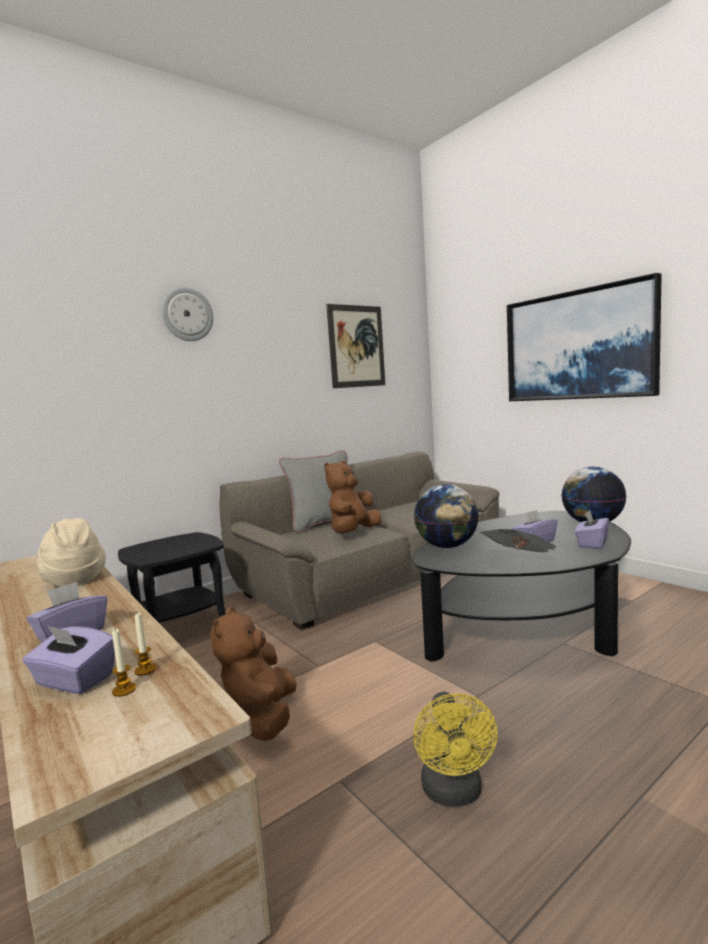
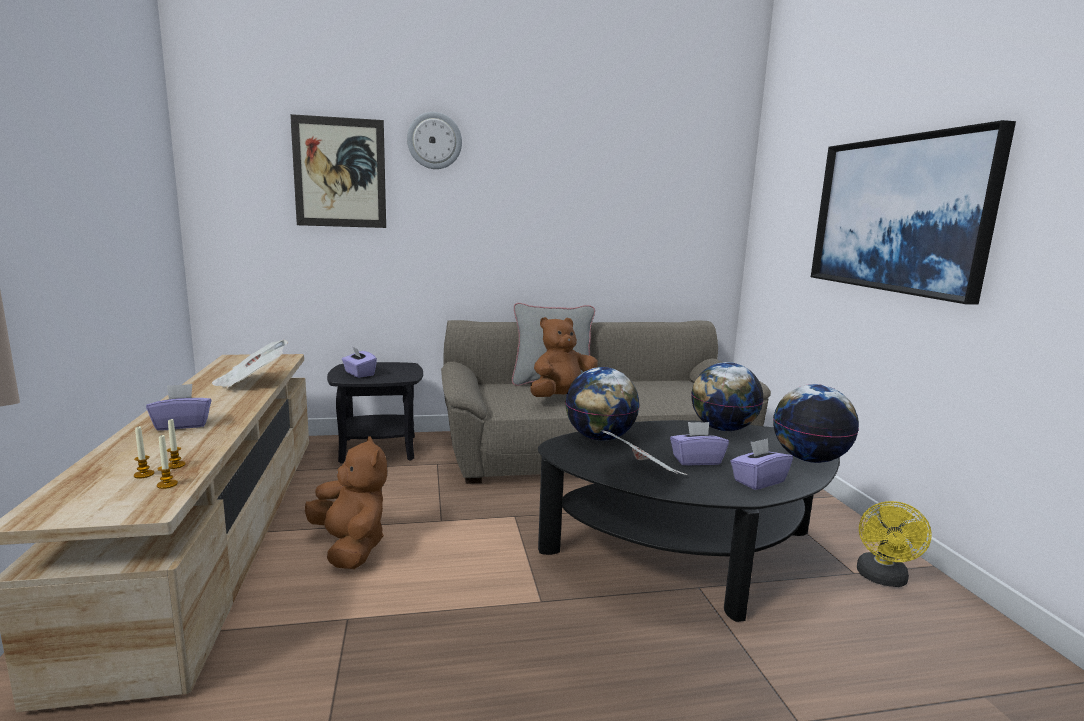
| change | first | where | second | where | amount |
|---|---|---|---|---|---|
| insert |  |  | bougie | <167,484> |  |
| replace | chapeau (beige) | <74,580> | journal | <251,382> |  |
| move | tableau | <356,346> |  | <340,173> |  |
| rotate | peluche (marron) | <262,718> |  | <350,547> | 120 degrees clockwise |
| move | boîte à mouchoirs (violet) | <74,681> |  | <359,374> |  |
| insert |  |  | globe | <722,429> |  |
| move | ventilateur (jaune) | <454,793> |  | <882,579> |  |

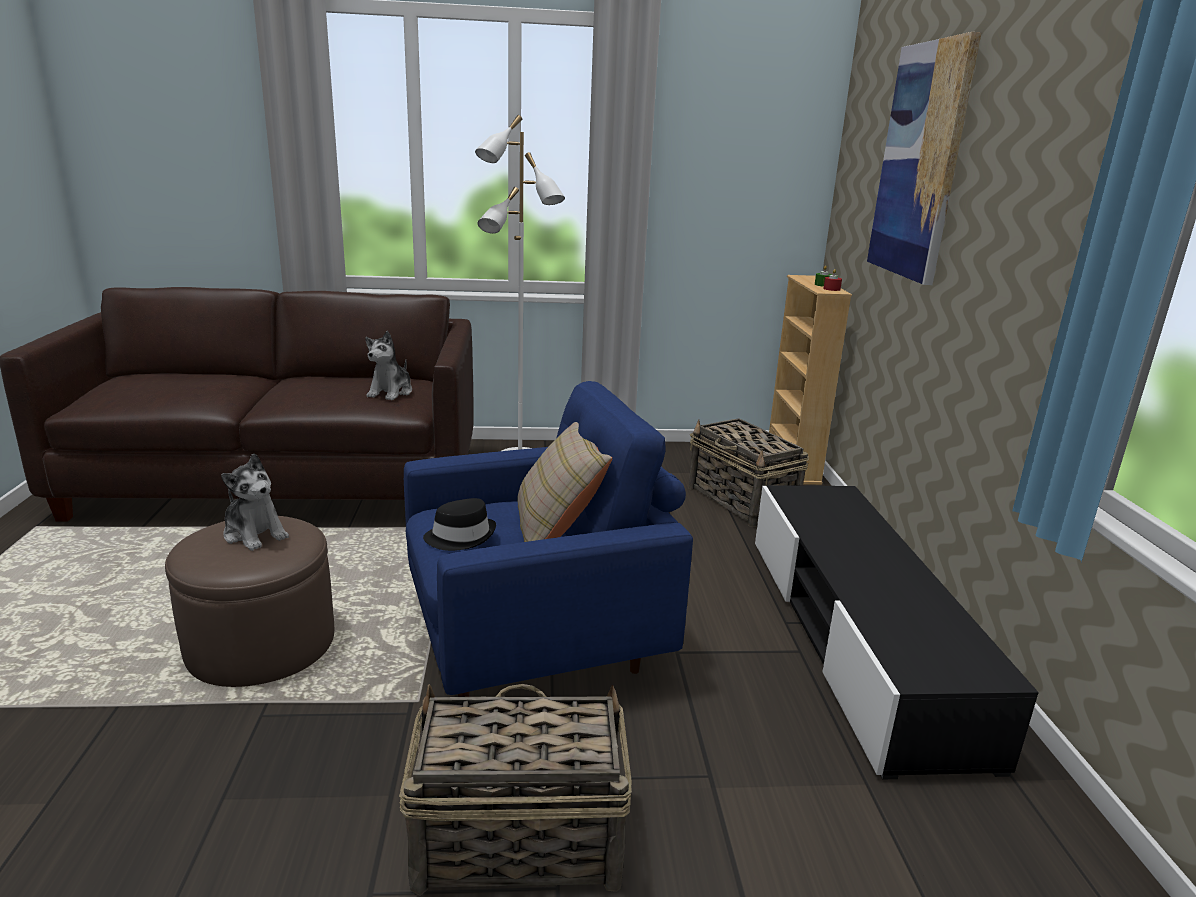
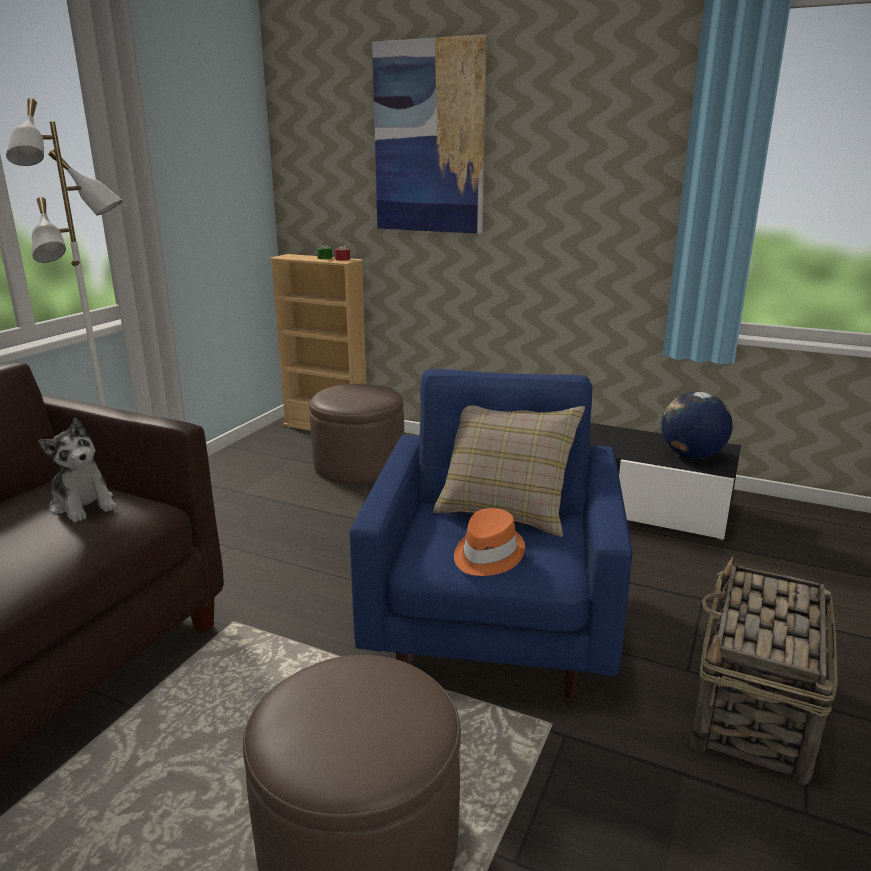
| change | first | where | second | where | amount |
|---|---|---|---|---|---|
| replace | panier | <742,501> | pouf (marron) | <359,464> |  |
| recolor | chapeau (noir) | <461,536> | chapeau (orange) | <487,555> |  |
| insert |  |  | globe | <691,455> |  |
| delete | peluche | <255,534> |  |  |  |

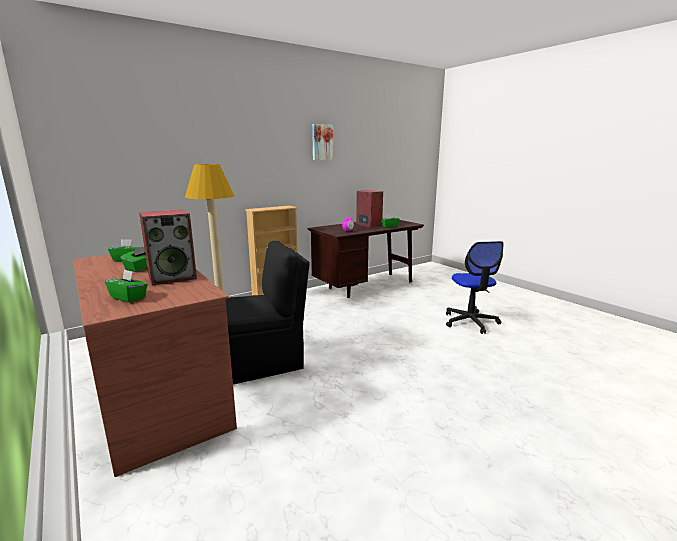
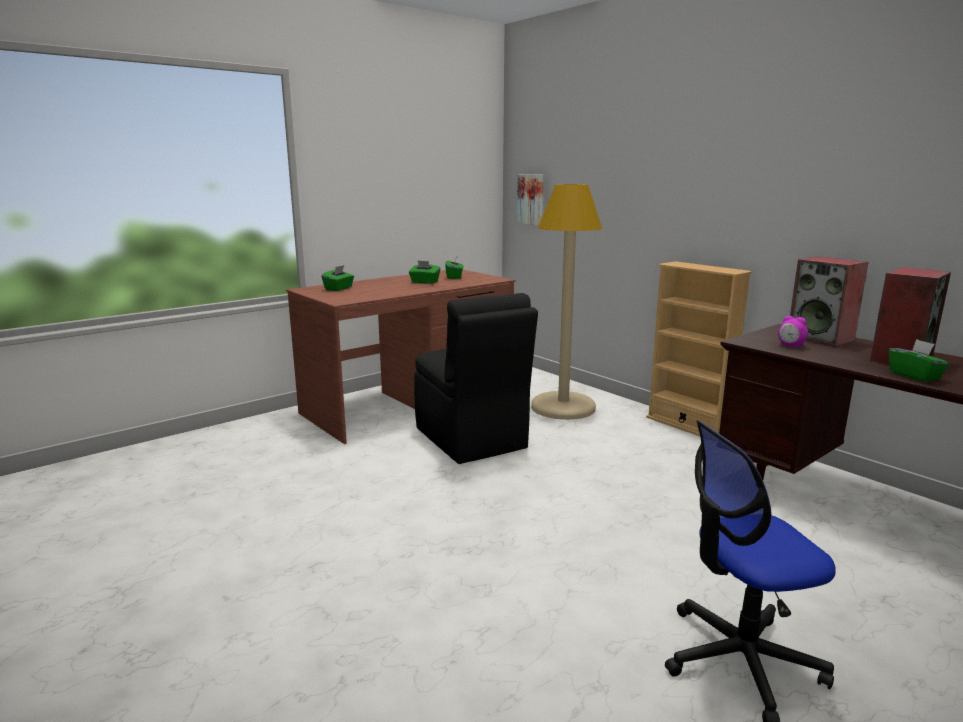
| change | first | where | second | where | amount |
|---|---|---|---|---|---|
| move | tableau | <322,142> |  | <531,199> |  |
| move | enceinte | <173,277> |  | <821,338> |  |

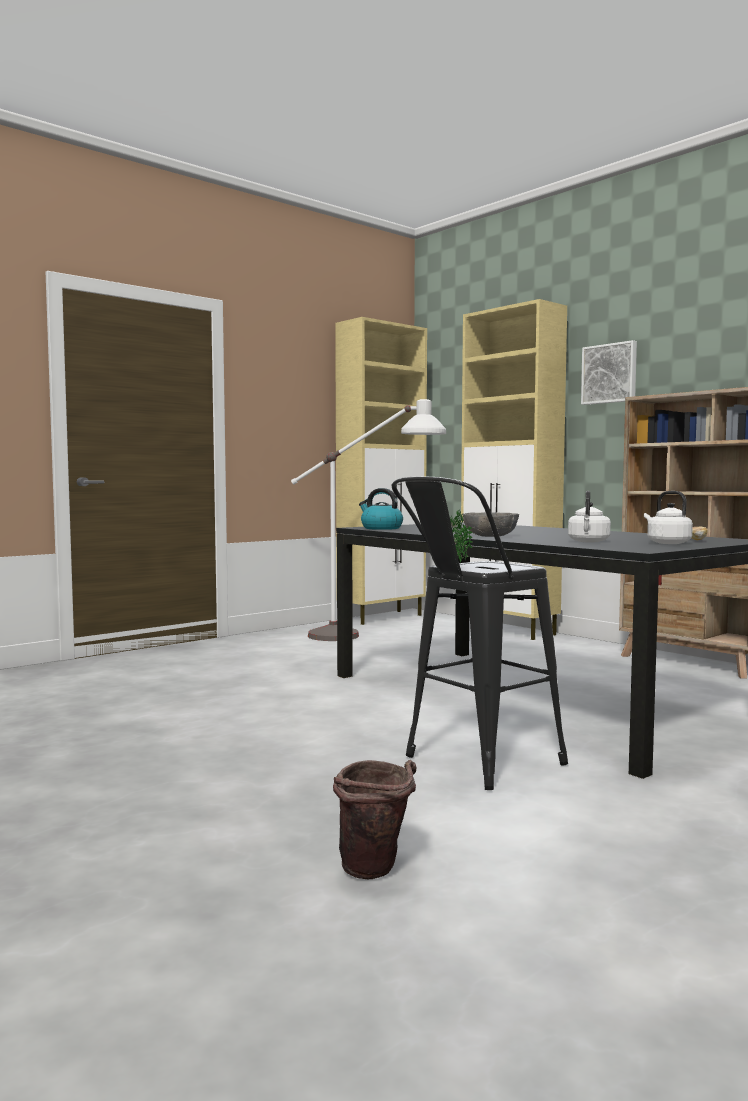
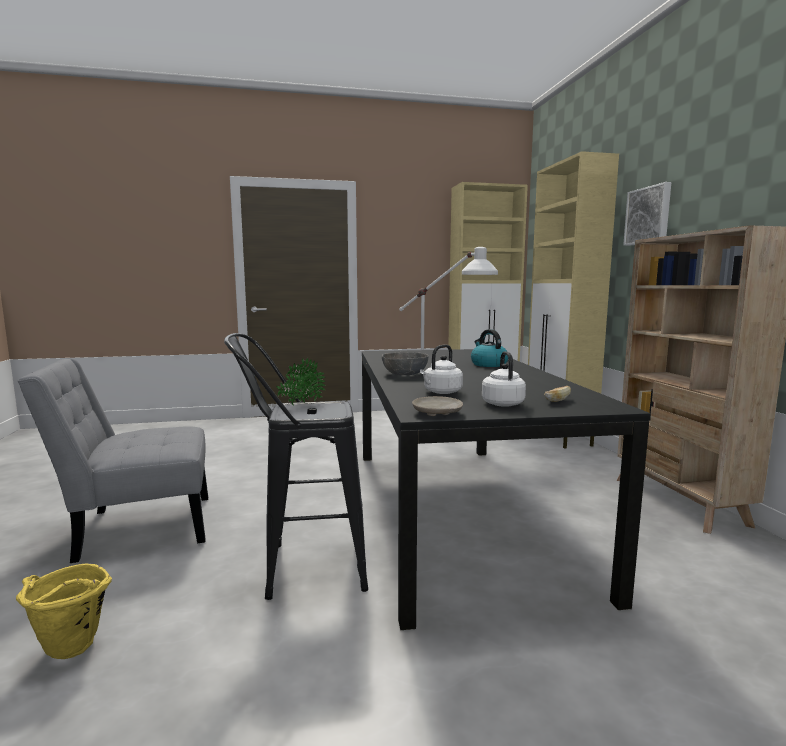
| change | first | where | second | where | amount |
|---|---|---|---|---|---|
| recolor | seau (marron) | <376,871> | seau (jaune) | <70,652> |  |
| insert |  |  | chaise (gris) | <137,528> |  |
| insert |  |  | assiette (beige) | <437,413> |  |
| move | bouilloire | <381,528> |  | <488,364> |  |

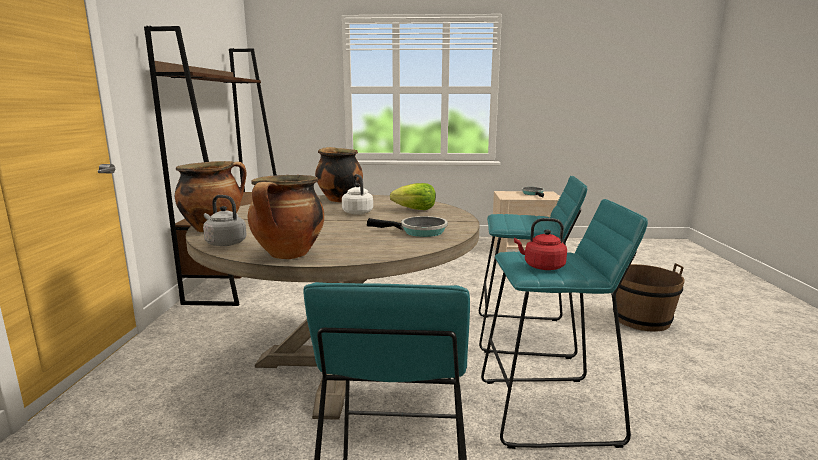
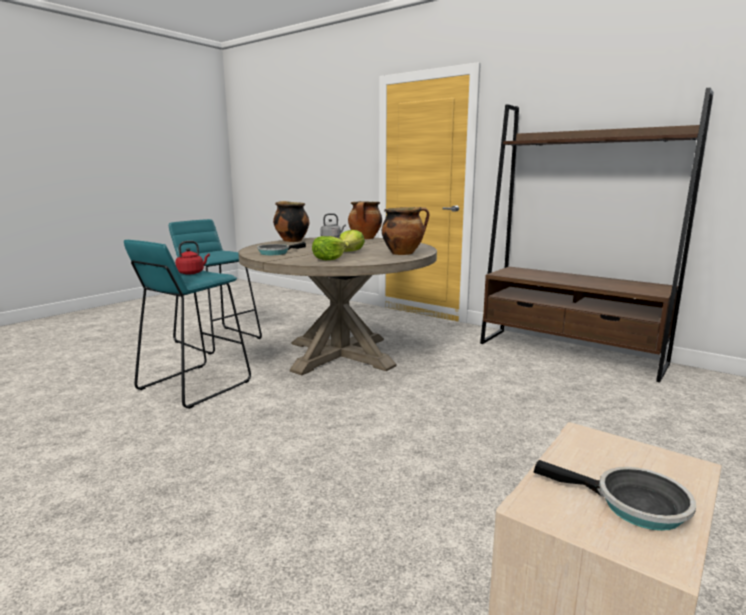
| change | first | where | second | where | amount |
|---|---|---|---|---|---|
| replace | bouilloire (blanc) | <357,212> | laitue | <351,252> |  |
| delete | tabouret (turquoise) | <524,336> |  |  |  |
| delete | seau (marron) | <641,319> |  |  |  |

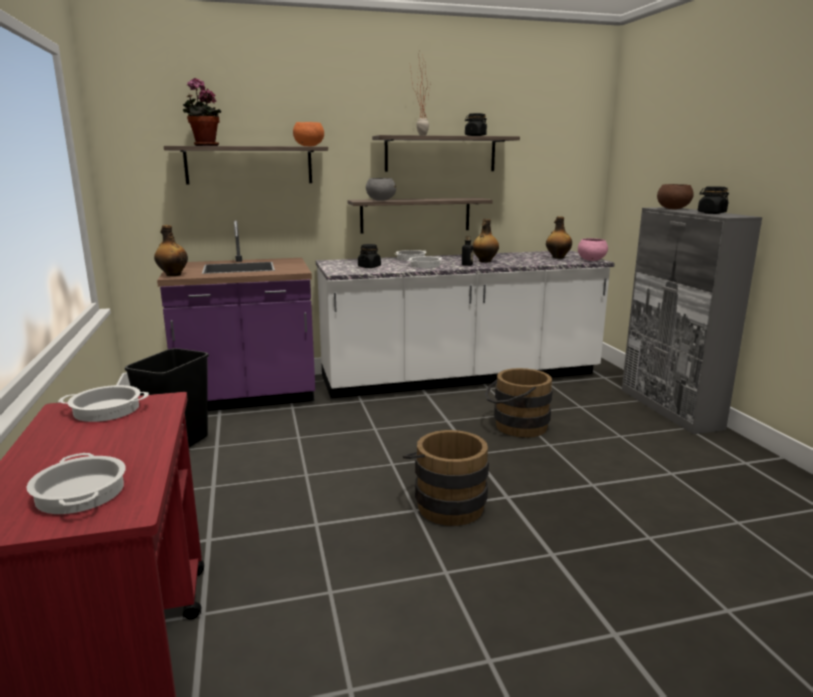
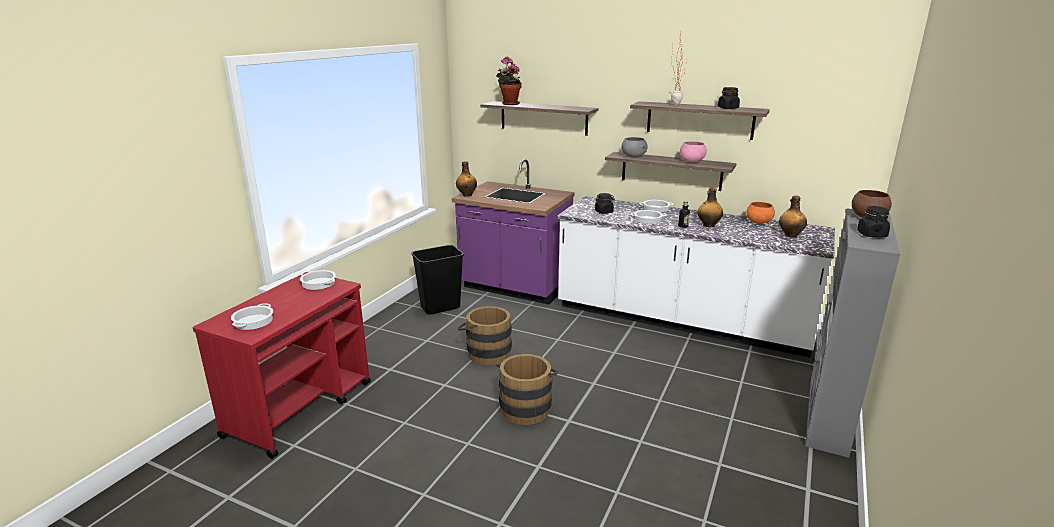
| change | first | where | second | where | amount |
|---|---|---|---|---|---|
| move | seau (marron) | <515,426> |  | <485,352> |  |
| move | bol (rose) | <591,260> |  | <691,161> |  |
| move | bol (orange) | <308,146> |  | <758,222> |  |

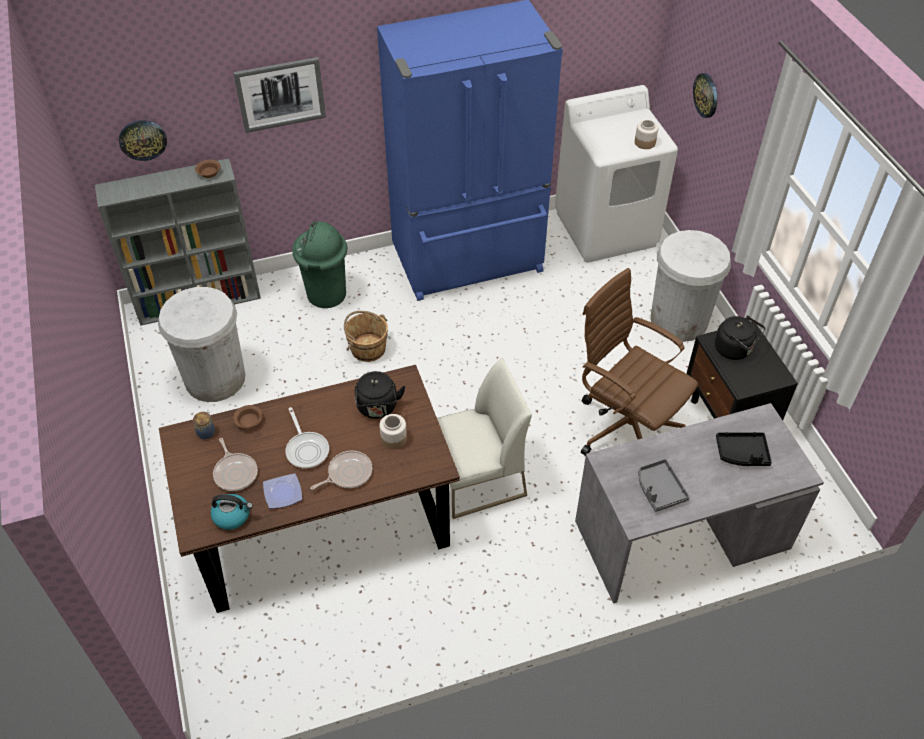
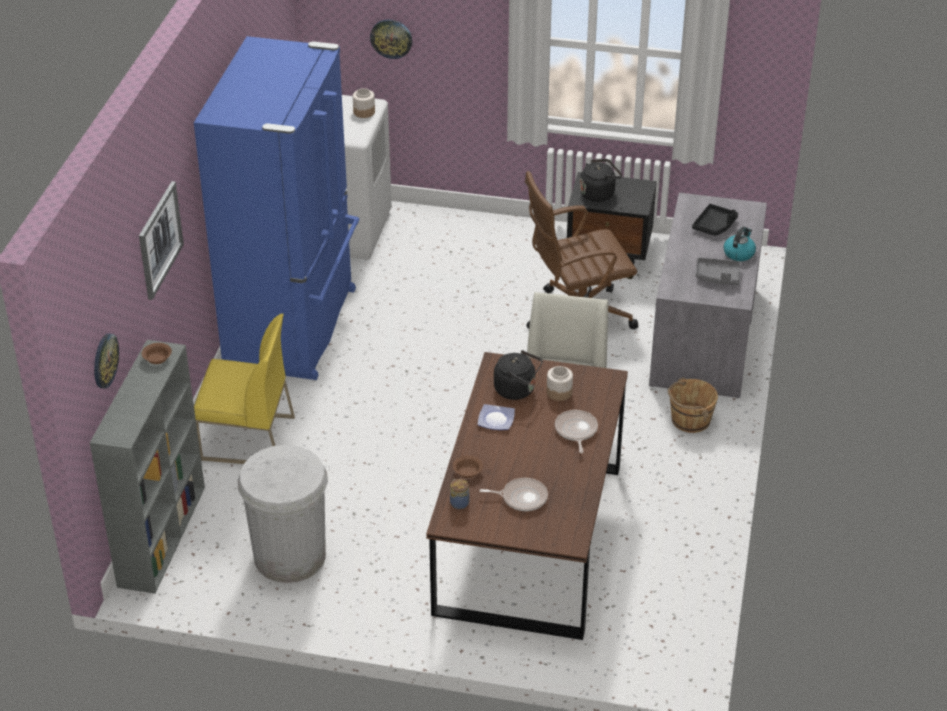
| change | first | where | second | where | amount |
|---|---|---|---|---|---|
| replace | poubelle (vert) | <326,295> | chaise (jaune) | <247,439> |  |
| move | assiette | <283,493> |  | <497,419> |  |
| move | seau (marron) | <367,348> |  | <690,420> |  |
| move | bouilloire | <232,516> |  | <739,253> |  |
| delete | poêle | <306,449> |  |  |  |
| delete | poubelle (blanc) | <679,320> |  |  |  |

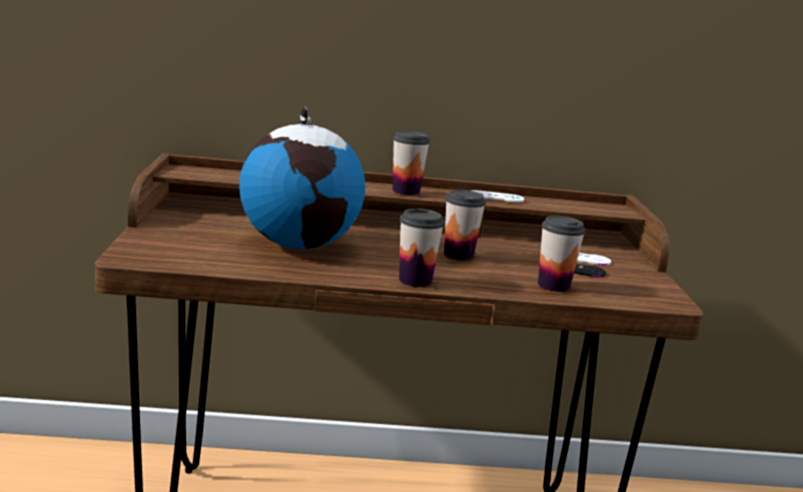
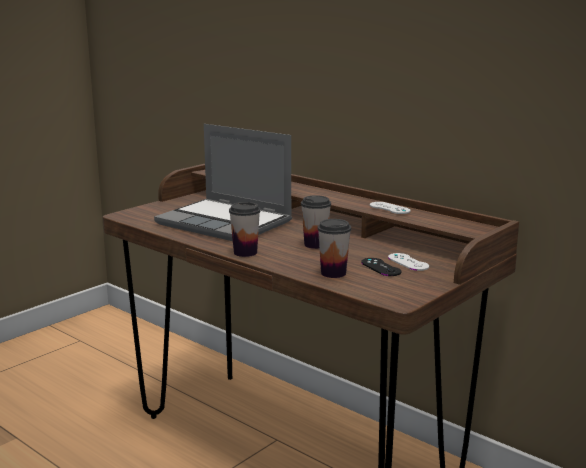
| change | first | where | second | where | amount |
|---|---|---|---|---|---|
| replace | globe | <299,245> | ordinateur portable | <226,223> |  |
| delete | tasse | <406,191> |  |  |  |

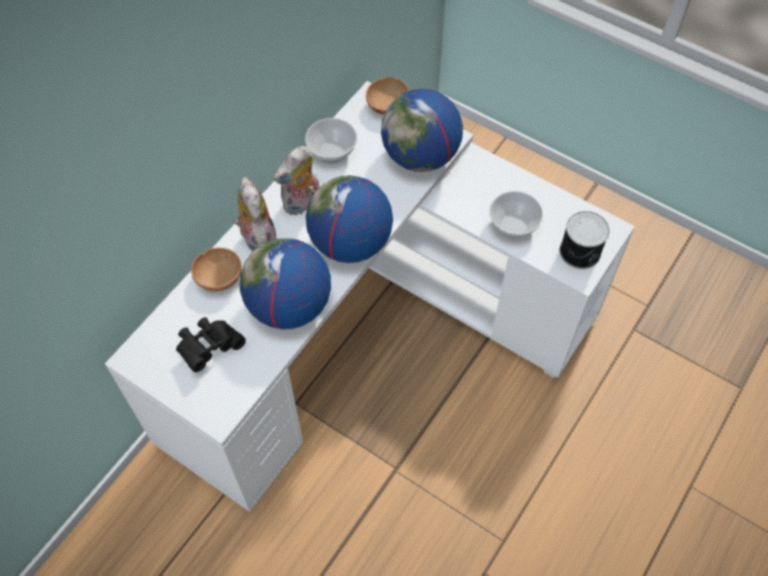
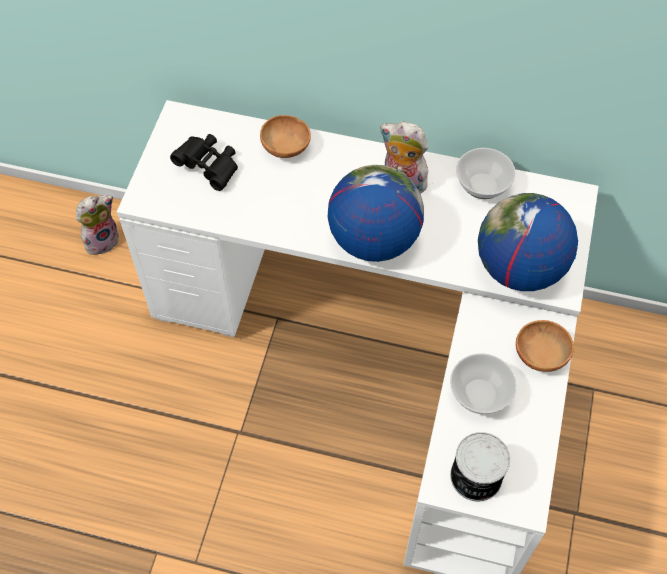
| change | first | where | second | where | amount |
|---|---|---|---|---|---|
| move | peluche | <257,238> |  | <102,239> |  |
| move | bol (marron) | <386,106> |  | <540,354> |  |
| delete | globe | <289,306> |  |  |  |

